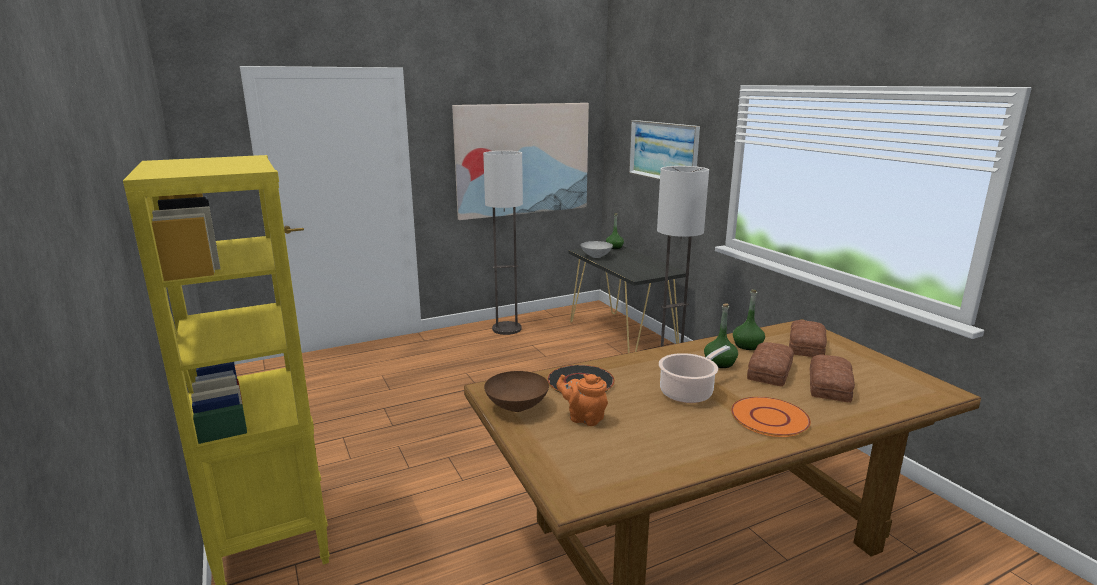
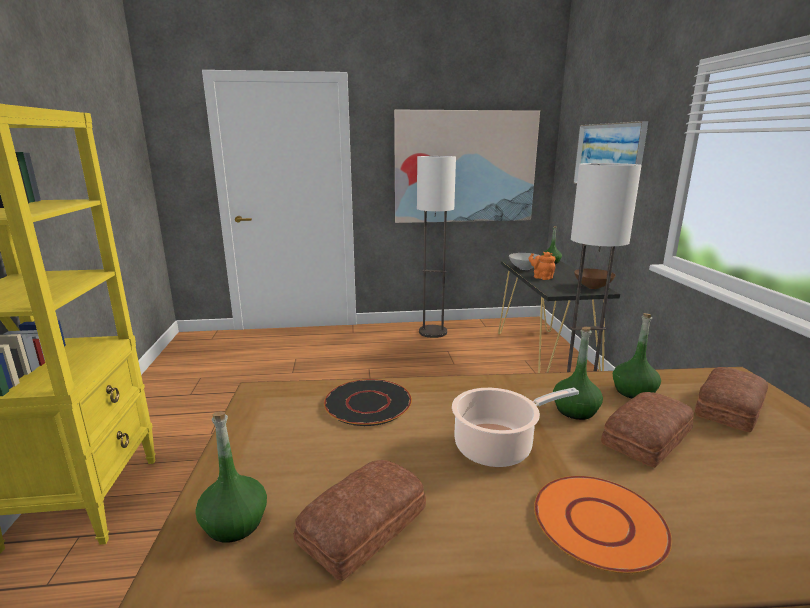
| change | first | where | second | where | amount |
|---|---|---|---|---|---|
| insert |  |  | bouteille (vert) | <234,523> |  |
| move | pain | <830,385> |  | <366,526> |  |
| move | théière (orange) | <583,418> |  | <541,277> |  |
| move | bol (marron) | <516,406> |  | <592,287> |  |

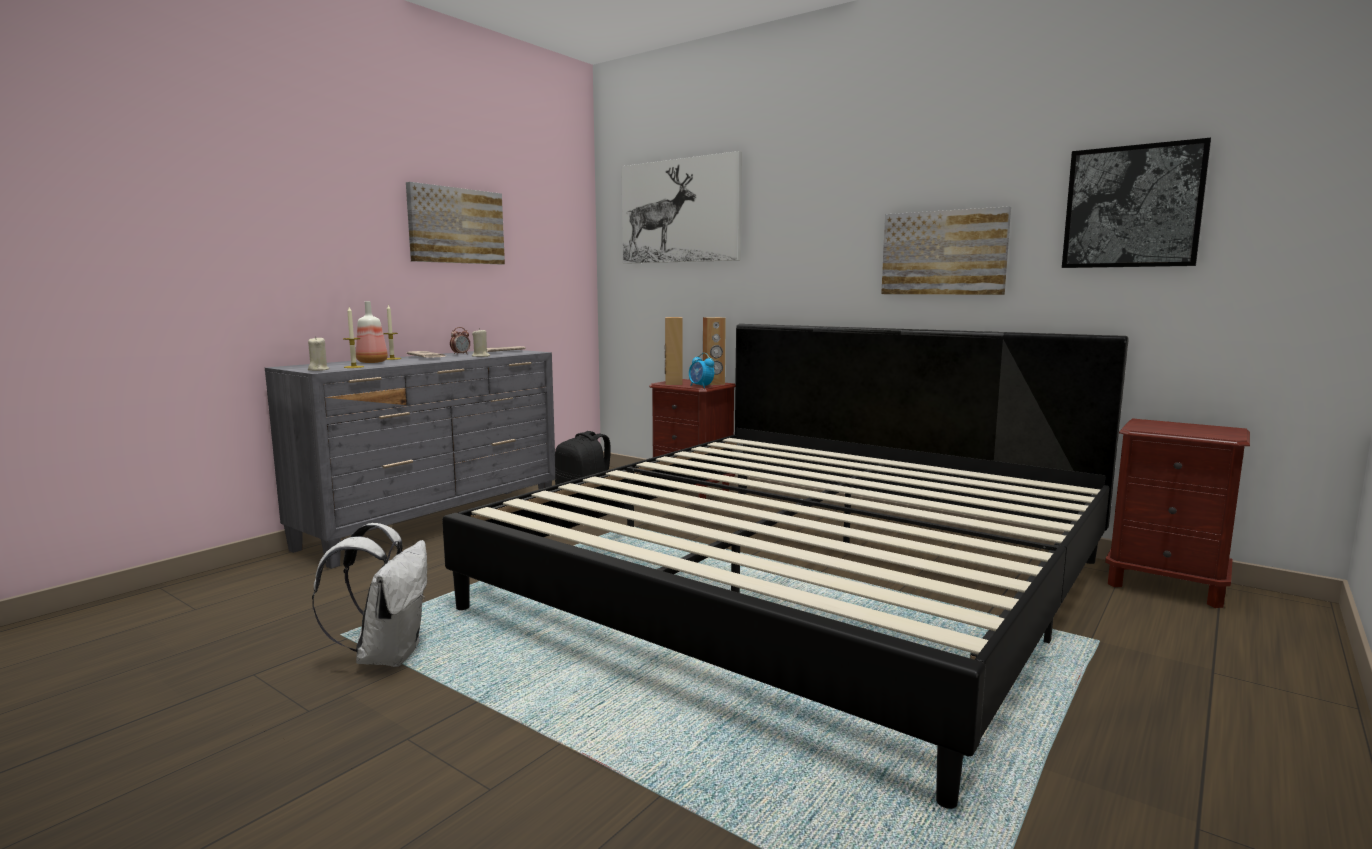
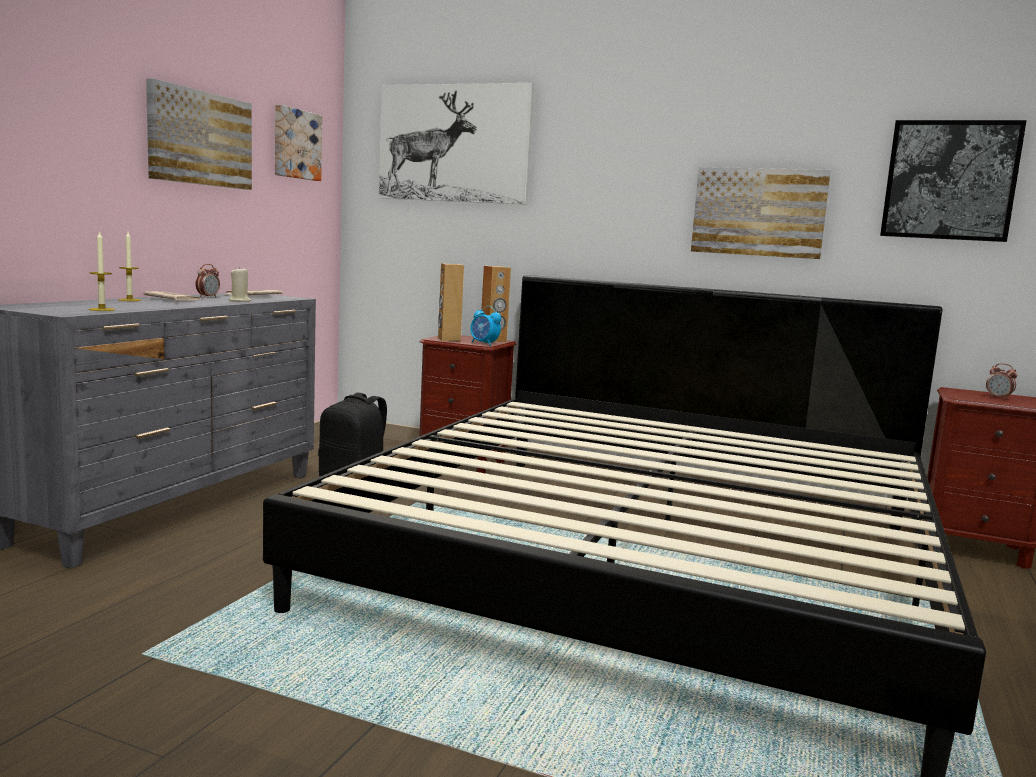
| change | first | where | second | where | amount |
|---|---|---|---|---|---|
| insert |  |  | tableau | <295,144> |  |
| insert |  |  | réveil | <998,398> |  |
| delete | bougie (beige) | <318,370> |  |  |  |
| delete | sac à dos (blanc) | <387,655> |  |  |  |
| delete | bouteille | <373,362> |  |  |  |

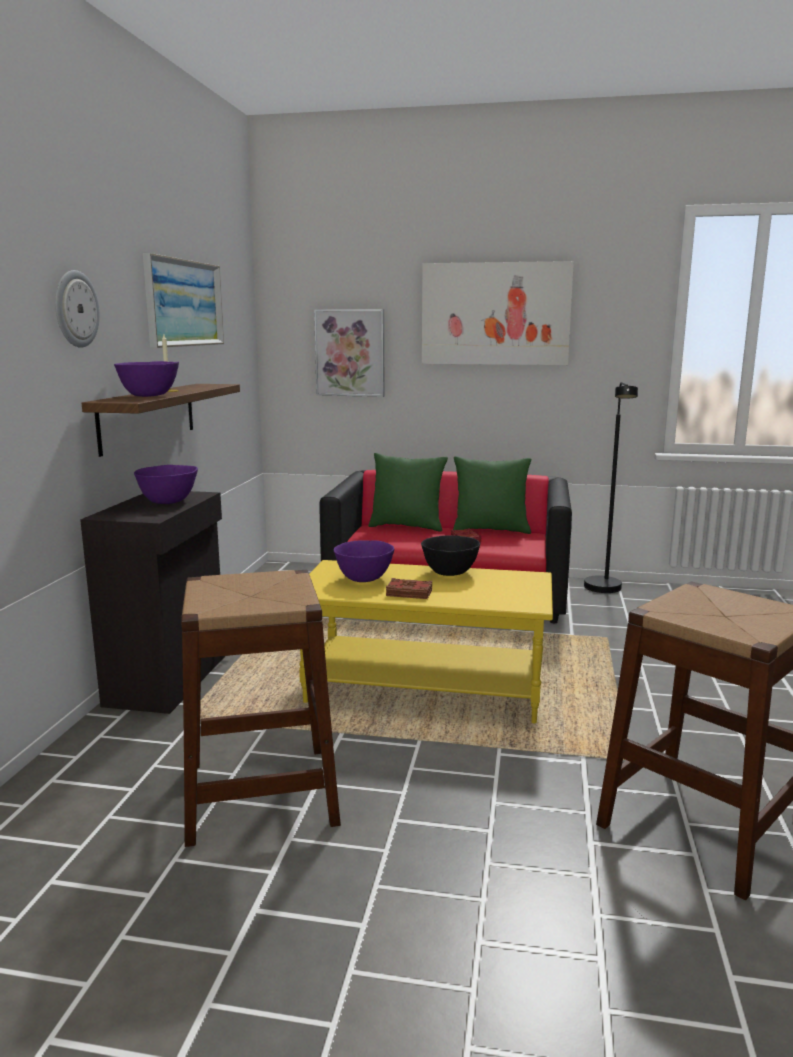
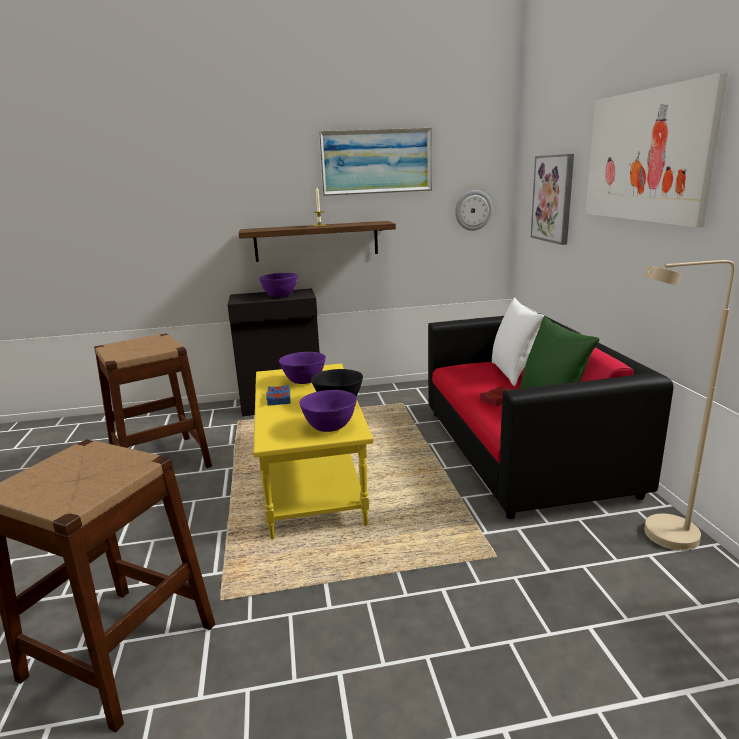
| change | first | where | second | where | amount |
|---|---|---|---|---|---|
| recolor | livre (marron) | <409,593> | livre (bleu) | <278,398> |  |
| move | bol (violet) | <150,396> |  | <330,427> |  |
| move | horloge murale | <75,309> |  | <473,210> |  |
| recolor | coussin (vert) | <407,526> | coussin (blanc) | <513,373> |  |
| recolor | lampadaire (noir) | <605,590> | lampadaire (beige) | <659,538> |  |

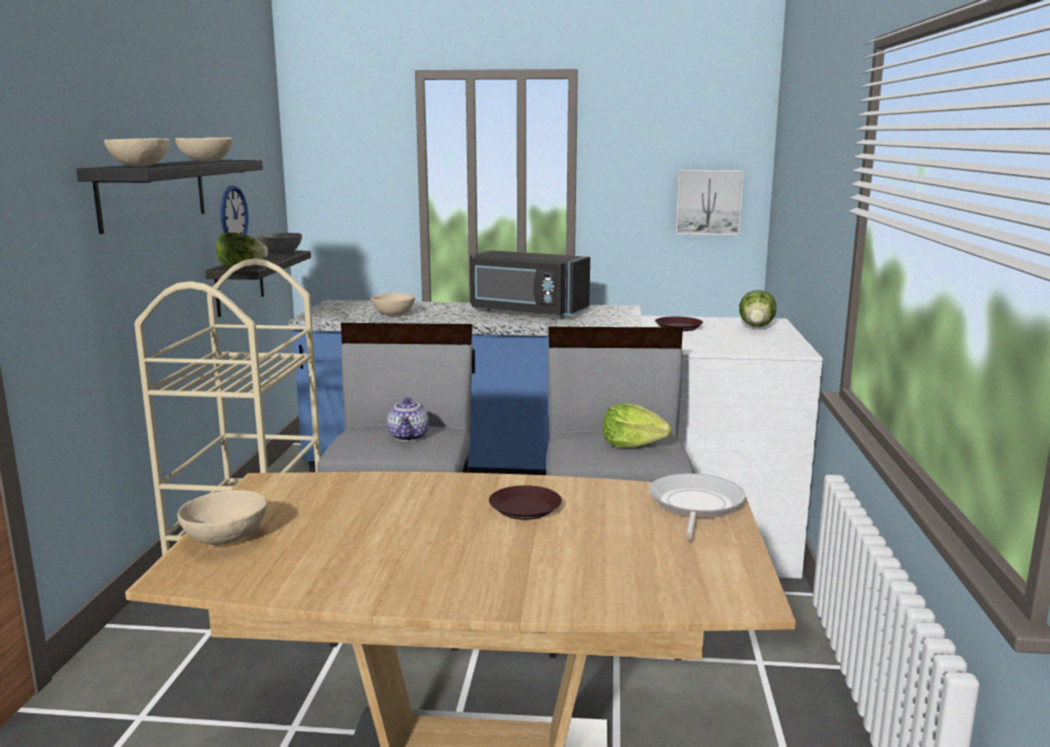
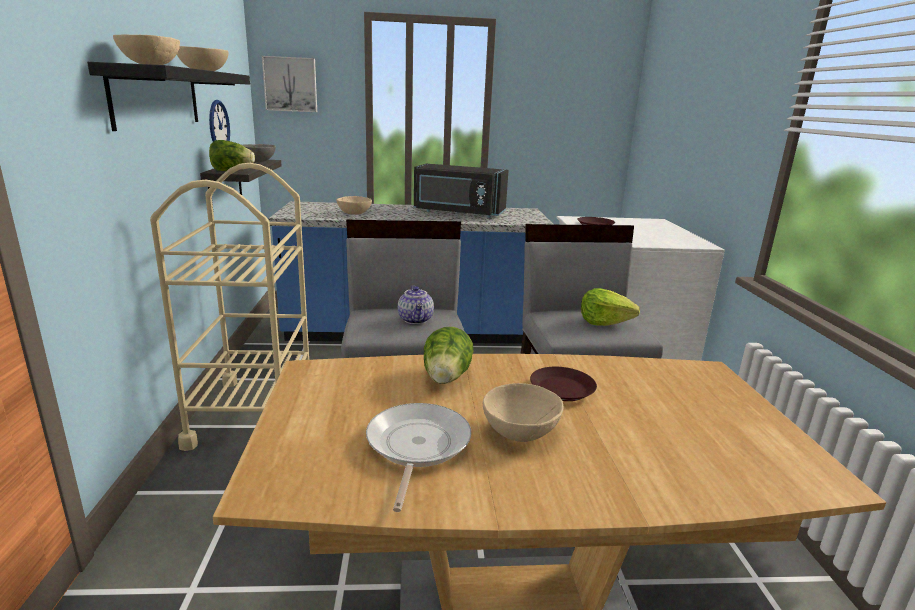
| change | first | where | second | where | amount |
|---|---|---|---|---|---|
| move | tableau | <708,202> |  | <290,84> |  |
| move | poêle | <694,506> |  | <416,446> |  |
| move | laitue | <756,327> |  | <446,379> |  |
| move | bol (beige) | <226,538> |  | <521,432> |  |

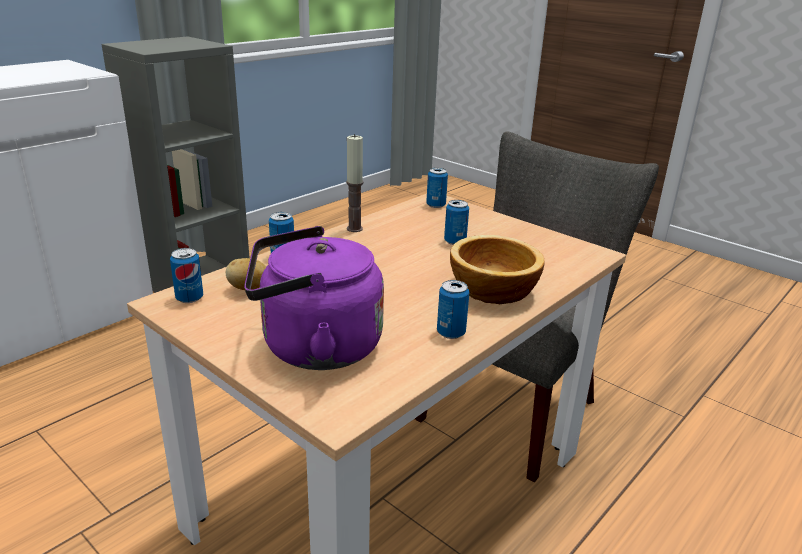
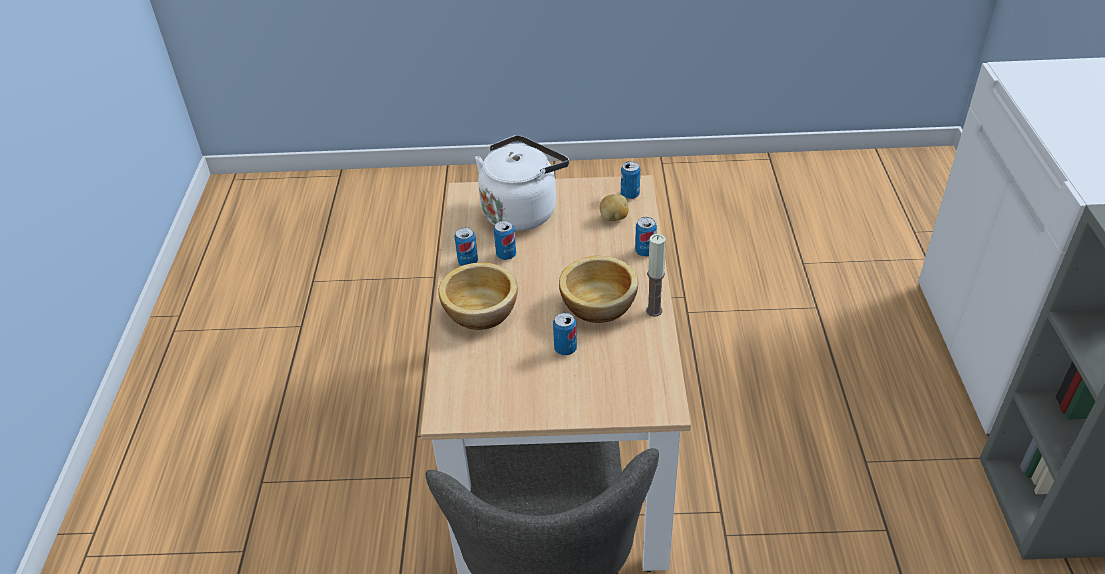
| change | first | where | second | where | amount |
|---|---|---|---|---|---|
| recolor | bouilloire (violet) | <314,347> | bouilloire (blanc) | <522,211> |  |
| move | boîte métallique | <436,205> |  | <506,255> |  |
| insert |  |  | bol | <599,304> |  |

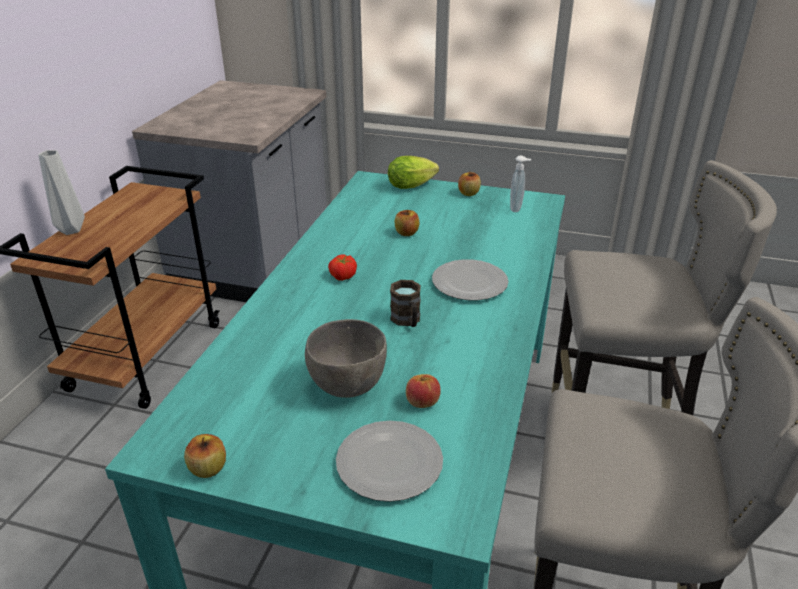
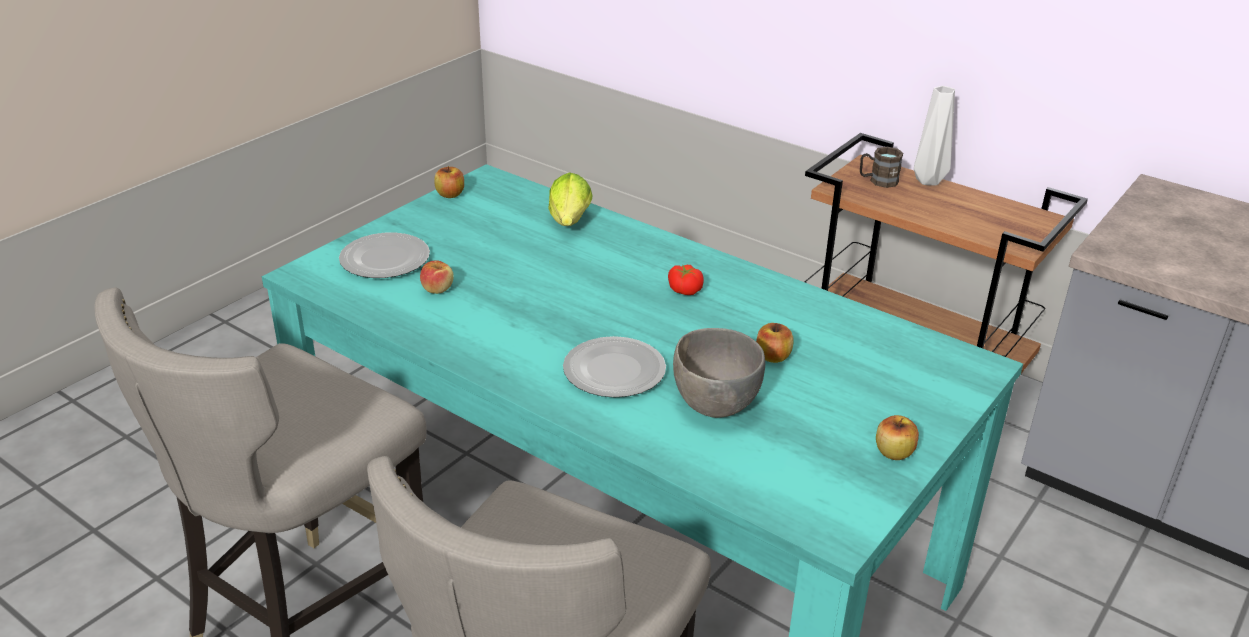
| change | first | where | second | where | amount |
|---|---|---|---|---|---|
| move | laitue | <413,186> |  | <569,223> |  |
| move | bol (gris) | <347,385> |  | <715,403> |  |
| move | mug (marron) | <407,321> |  | <878,181> |  |
| delete | distributeur de savon | <517,208> |  |  |  |

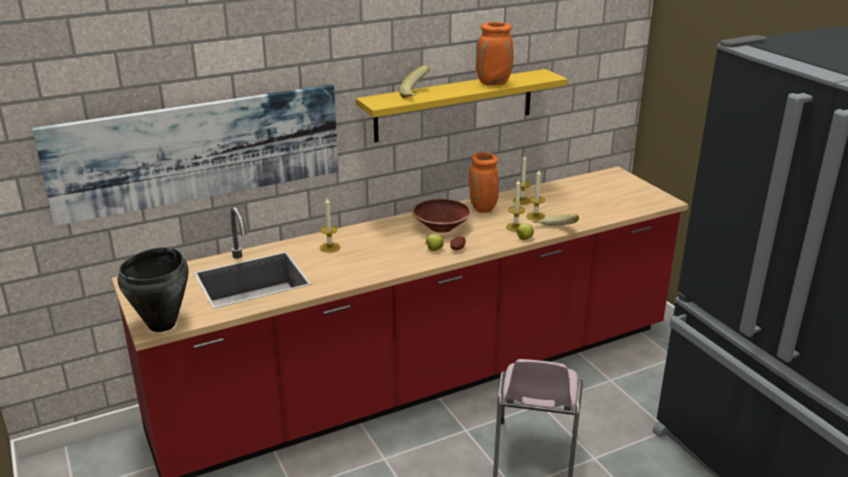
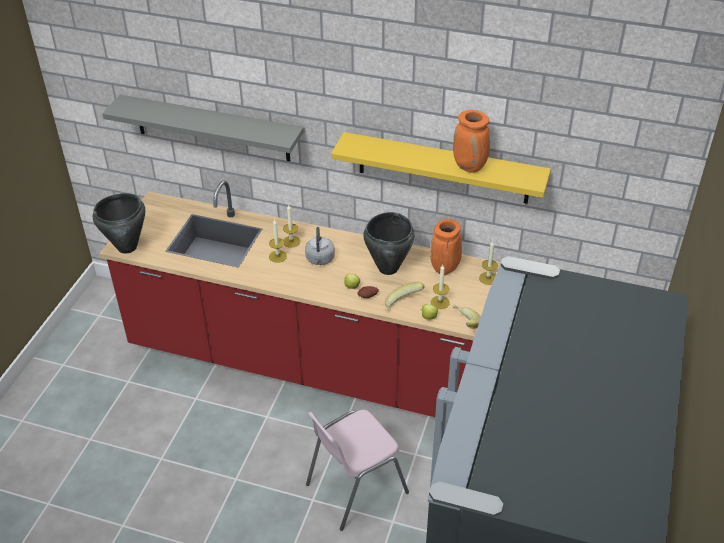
| change | first | where | second | where | amount |
|---|---|---|---|---|---|
| replace | tableau | <198,150> | étagère (gris) | <212,128> |  |
| move | bougie | <535,216> |  | <278,256> |  |
| insert |  |  | bouilloire (gris) | <320,260> |  |
| replace | bol (marron) | <441,227> | marmite (noir) | <387,268> |  |
| move | banane | <416,95> |  | <402,305> |  |

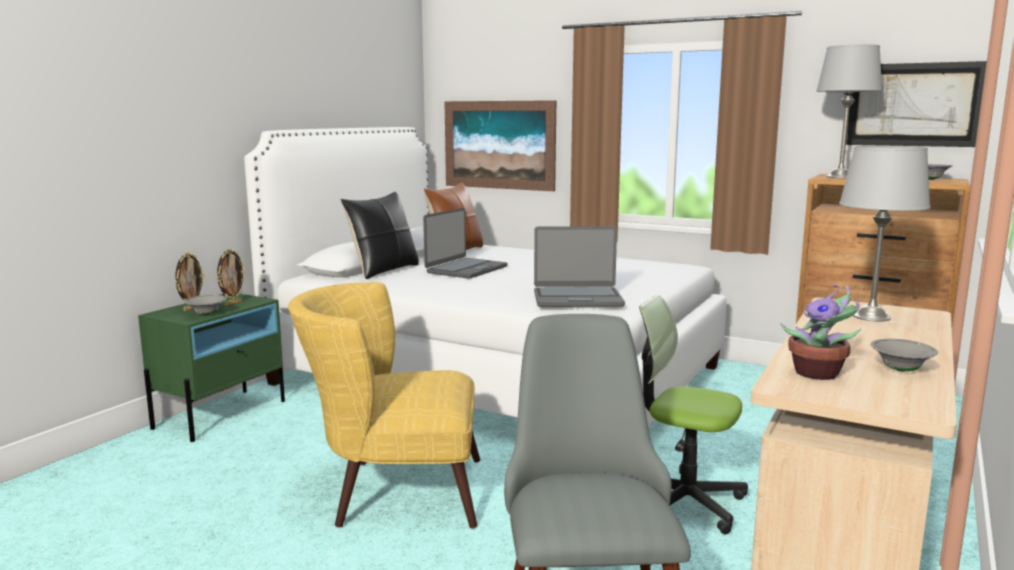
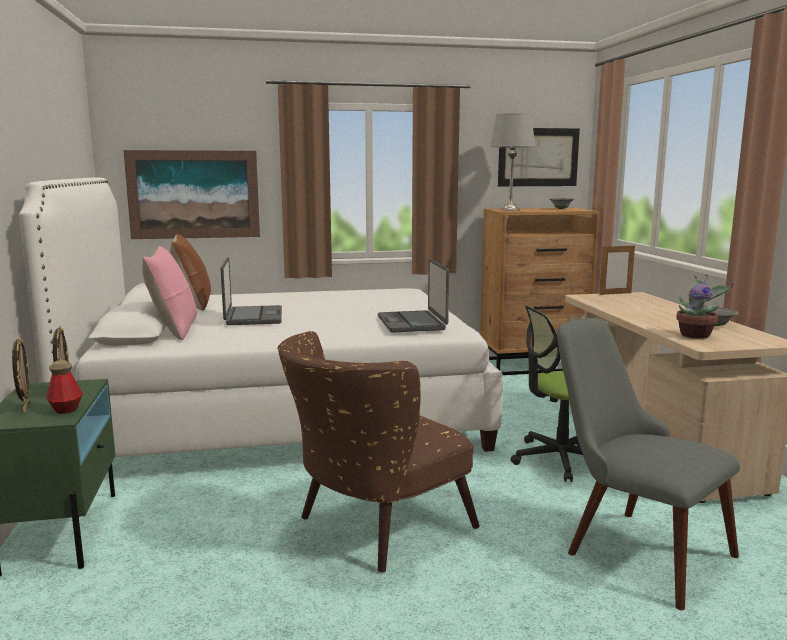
| change | first | where | second | where | amount |
|---|---|---|---|---|---|
| replace | bol (gris) | <206,314> | bouteille | <66,409> |  |
| recolor | coussin (noir) | <383,270> | coussin (rose) | <174,330> |  |
| recolor | fauteuil (jaune) | <393,491> | fauteuil (marron) | <372,528> |  |
| rotate | ordinateur portable | <577,299> |  | <412,323> | 120 degrees clockwise |
| insert |  |  | cadre photo | <615,293> |  |
| delete | lampe de table (gris) | <871,317> |  |  |  |

